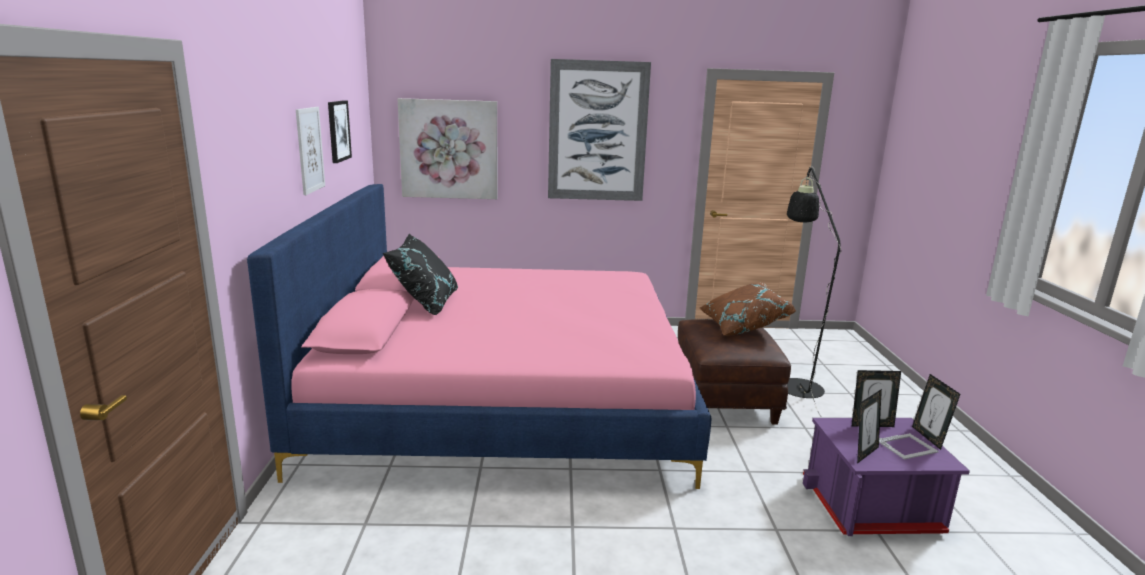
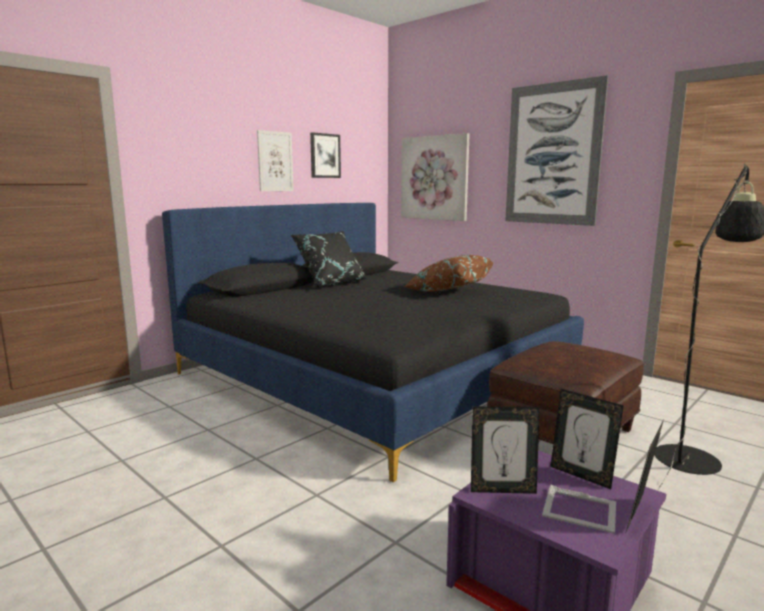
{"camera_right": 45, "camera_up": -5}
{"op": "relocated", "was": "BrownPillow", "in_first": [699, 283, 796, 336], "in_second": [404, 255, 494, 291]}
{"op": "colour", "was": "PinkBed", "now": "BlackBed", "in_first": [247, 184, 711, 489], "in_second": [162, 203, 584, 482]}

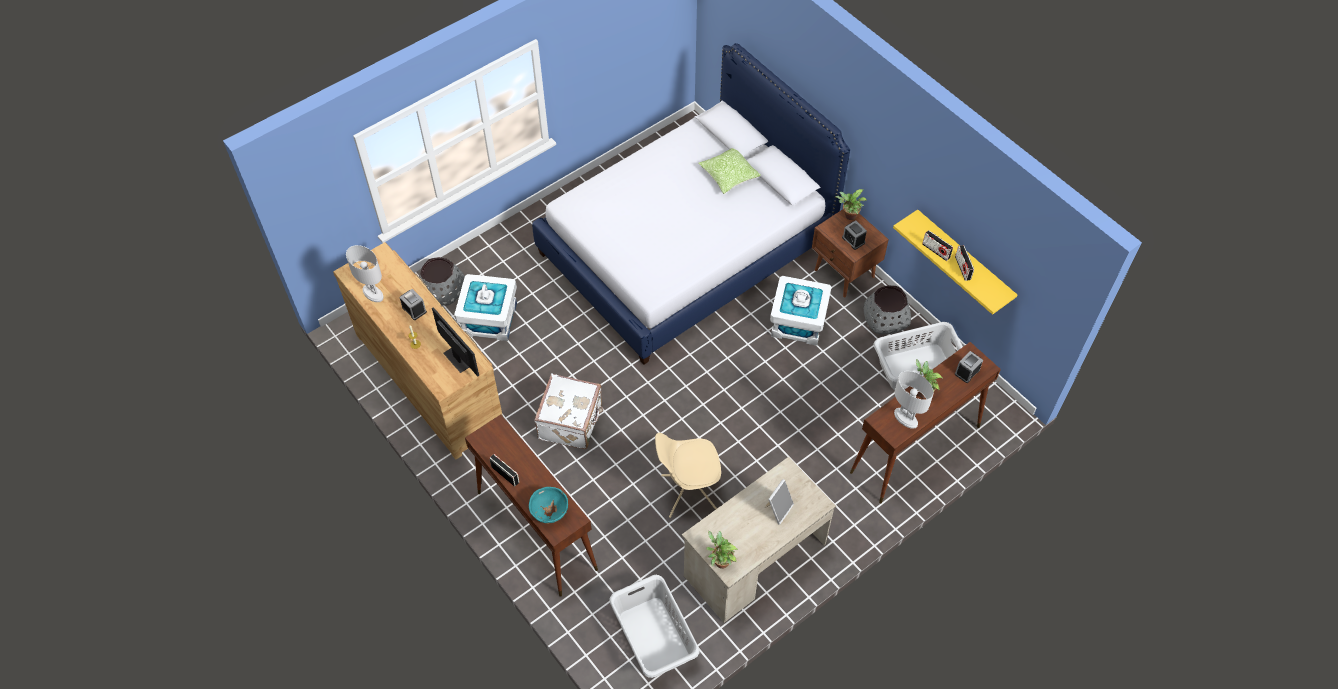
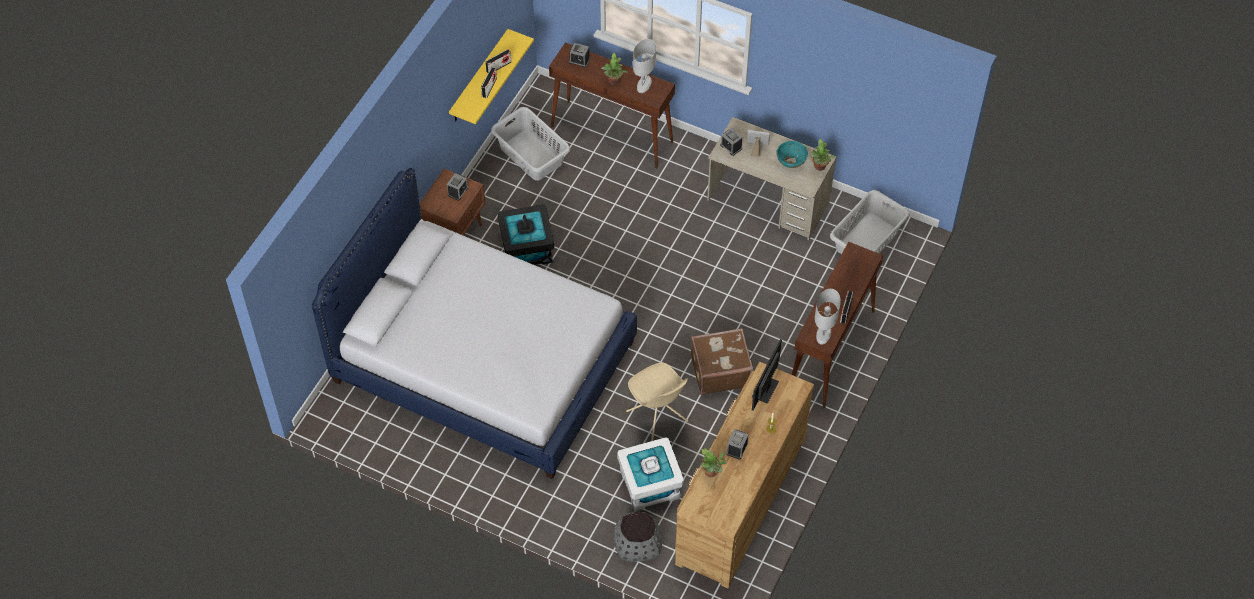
{"camera_right": -115, "camera_up": 0}
{"op": "missing", "was": "Pillow", "in_first": [698, 148, 761, 194]}
{"op": "missing", "was": "GreyPlanter", "in_first": [864, 285, 911, 334]}
{"op": "appeared", "now": "AlarmClock", "in_second": [720, 128, 742, 156]}
{"op": "relocated", "was": "WhiteTableLamp", "in_first": [346, 245, 384, 302], "in_second": [815, 289, 841, 345]}
{"op": "relocated", "was": "TurquoiseBowl", "in_first": [529, 487, 568, 524], "in_second": [777, 141, 808, 168]}
{"op": "relocated", "was": "BeigeChair", "in_first": [655, 433, 721, 518], "in_second": [626, 363, 688, 441]}
{"op": "relocated", "was": "PottedPlant", "in_first": [835, 189, 867, 220], "in_second": [700, 448, 726, 477]}
{"op": "colour", "was": "WhiteSuitcase", "now": "BrownSuitcase", "in_first": [534, 374, 603, 449], "in_second": [691, 328, 753, 395]}
{"op": "colour", "was": "WhiteStorageBox", "now": "BlackStorageBox", "in_first": [770, 276, 831, 346], "in_second": [498, 204, 554, 265]}

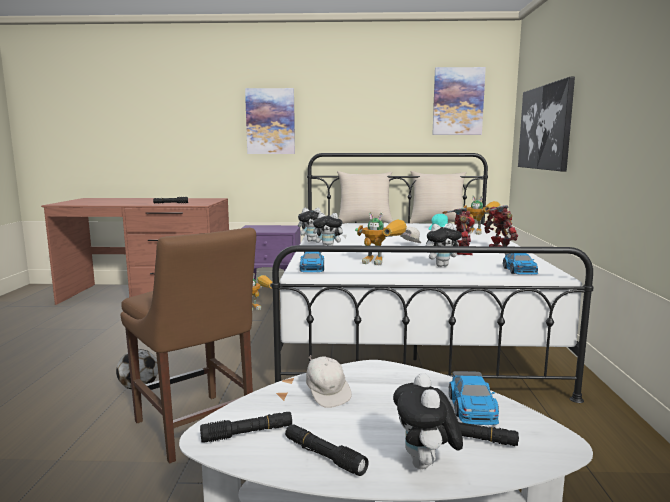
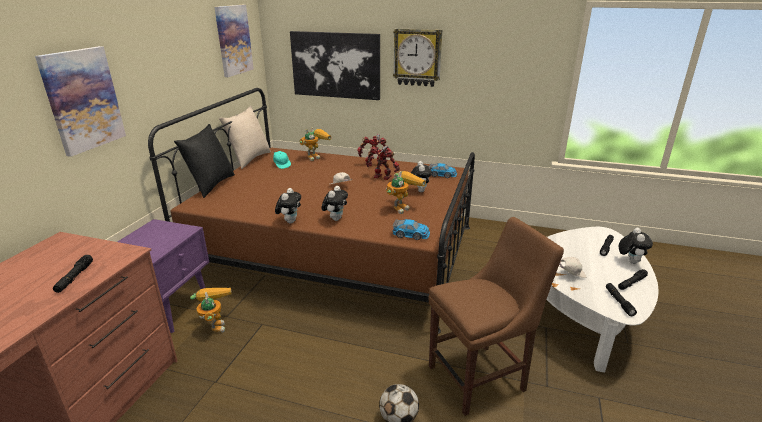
{"camera_right": -75, "camera_up": 15}
{"op": "missing", "was": "ToyCar", "in_first": [449, 371, 499, 425]}
{"op": "appeared", "now": "WallClock", "in_second": [393, 28, 442, 87]}
{"op": "colour", "was": "WhiteBed", "now": "BrownBed", "in_first": [271, 153, 593, 403], "in_second": [148, 88, 475, 334]}
{"op": "colour", "was": "BeigePillow", "now": "BlackPillow", "in_first": [337, 171, 393, 224], "in_second": [174, 124, 235, 198]}
{"op": "spun", "was": "PlushToy", "in_first": [393, 373, 463, 469], "in_second": [619, 228, 653, 264], "clockwise": -90}

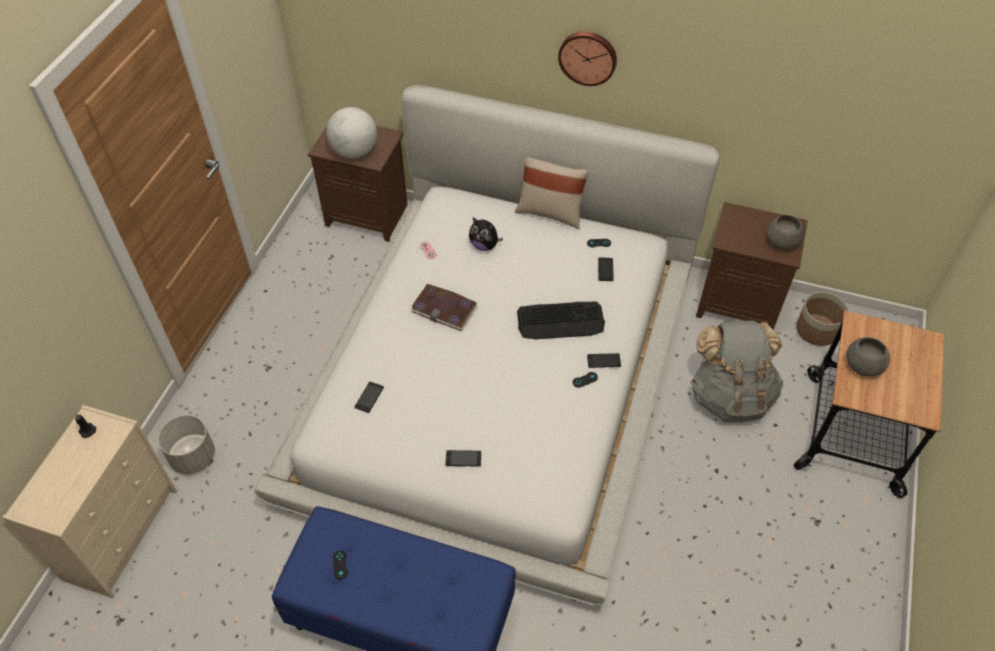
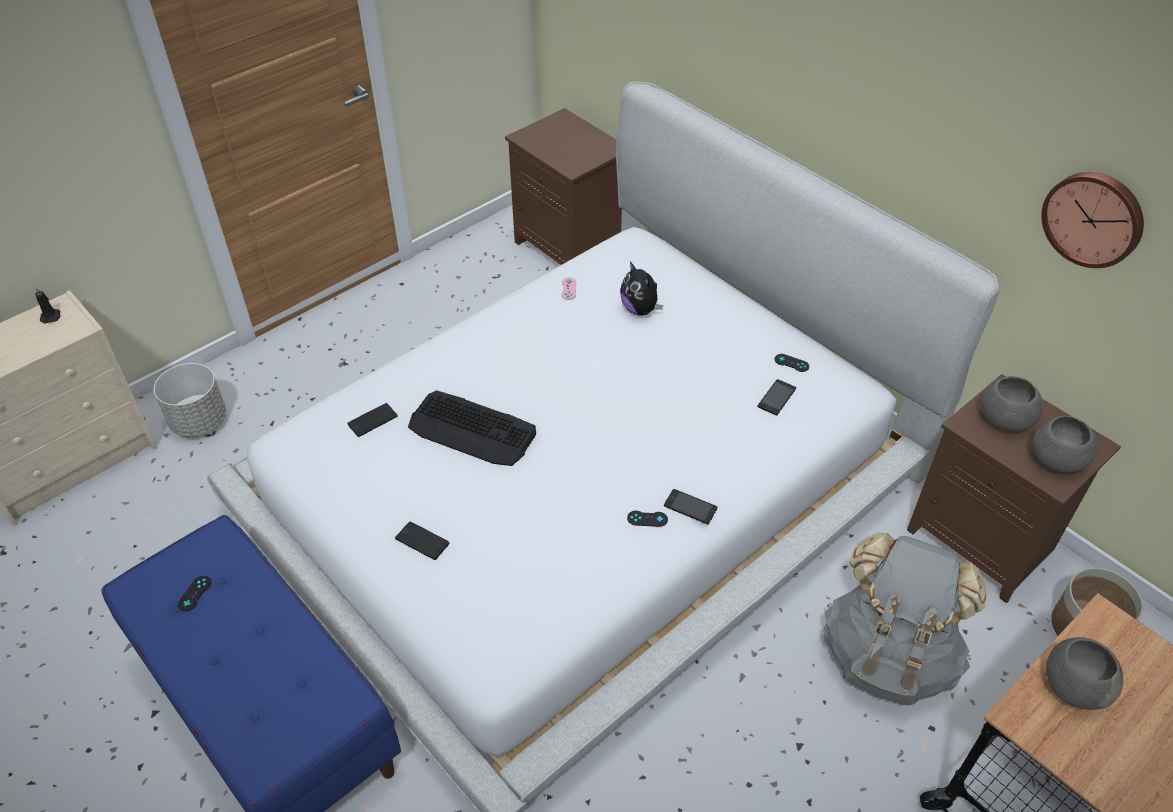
{"camera_right": 30, "camera_up": -5}
{"op": "missing", "was": "Globe", "in_first": [326, 107, 377, 158]}
{"op": "missing", "was": "Book", "in_first": [411, 284, 477, 331]}
{"op": "missing", "was": "BeigePillow", "in_first": [515, 158, 588, 229]}
{"op": "appeared", "now": "GreyBowl", "in_second": [981, 376, 1044, 431]}
{"op": "relocated", "was": "Keyboard", "in_first": [517, 302, 605, 340], "in_second": [408, 390, 536, 466]}
{"op": "relocated", "was": "WallClock", "in_first": [558, 31, 617, 86], "in_second": [1041, 172, 1144, 268]}

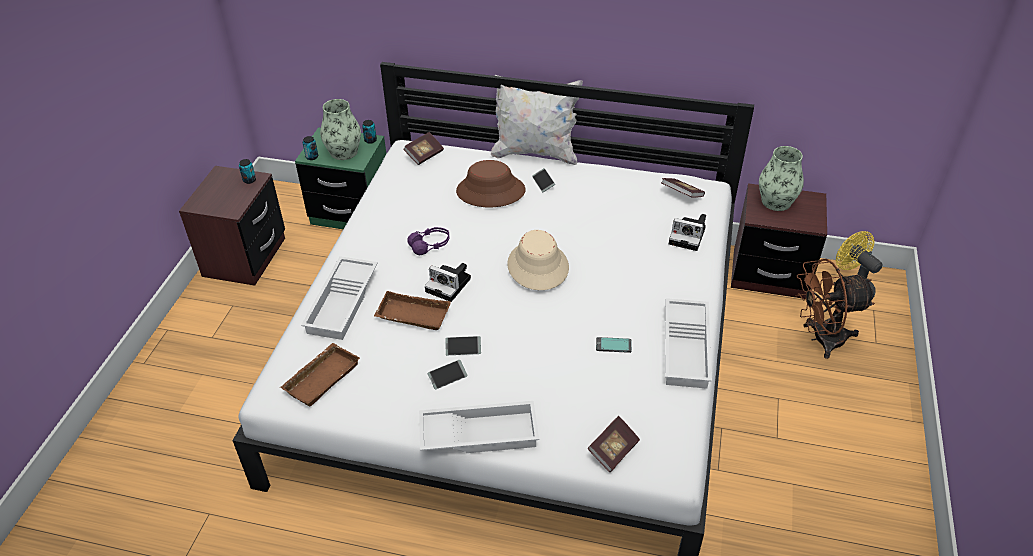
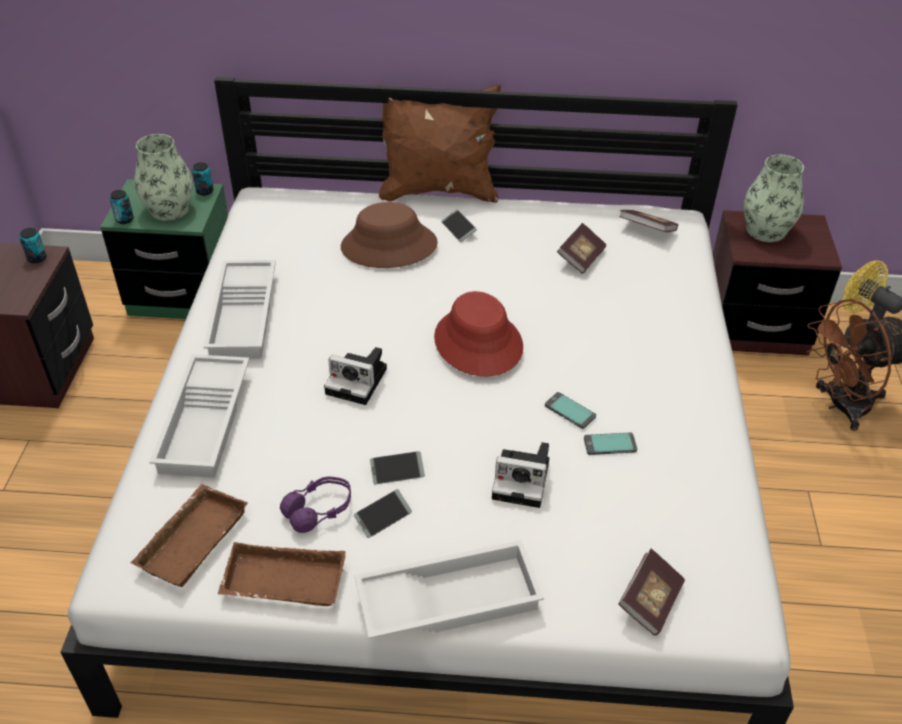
{"camera_right": -10, "camera_up": 0}
{"op": "appeared", "now": "Phone", "in_second": [545, 392, 596, 429]}
{"op": "relocated", "was": "BrownTray", "in_first": [374, 291, 451, 330], "in_second": [217, 542, 346, 606]}
{"op": "relocated", "was": "Book", "in_first": [403, 132, 444, 165], "in_second": [557, 223, 606, 274]}
{"op": "relocated", "was": "PurpleHeadphones", "in_first": [407, 227, 450, 255], "in_second": [280, 476, 351, 533]}
{"op": "relocated", "was": "WhiteTray", "in_first": [665, 298, 712, 389], "in_second": [203, 260, 276, 359]}
{"op": "relocated", "was": "PhotoCamera", "in_first": [669, 214, 706, 251], "in_second": [492, 442, 549, 508]}
{"op": "colour", "was": "WhitePillow", "now": "BrownPillow", "in_first": [491, 75, 583, 165], "in_second": [378, 85, 501, 203]}
{"op": "colour", "was": "BeigeHat", "now": "RedHat", "in_first": [507, 230, 569, 290], "in_second": [434, 291, 523, 376]}

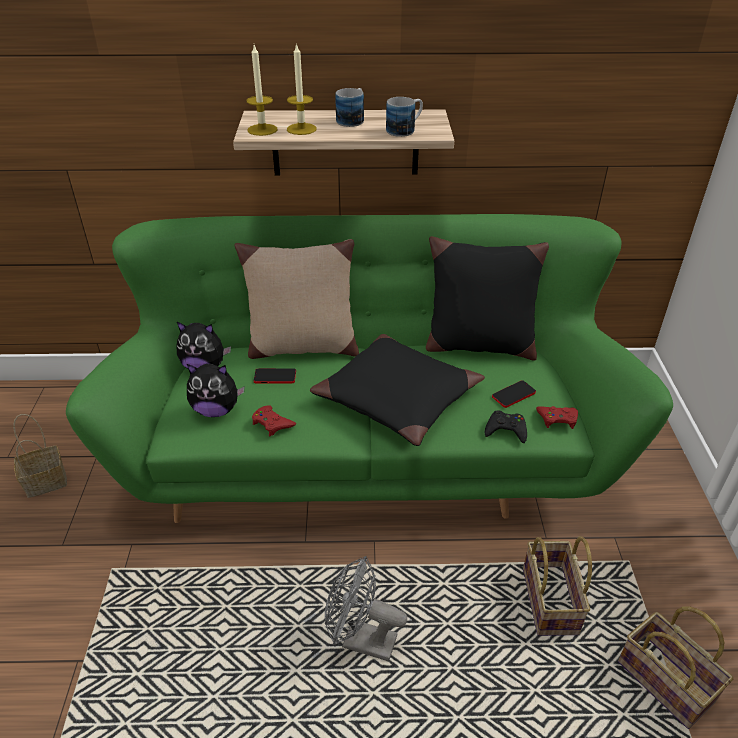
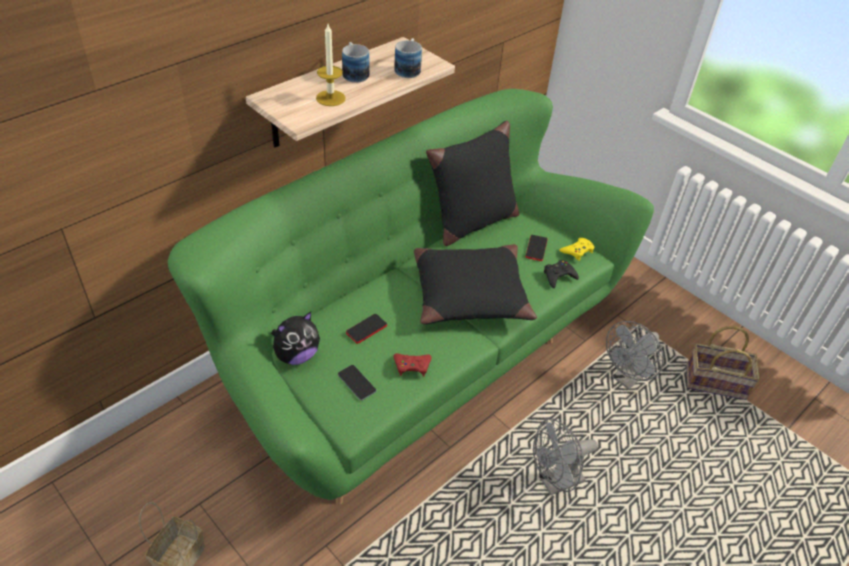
{"camera_right": -45, "camera_up": 5}
{"op": "missing", "was": "BeigePillow", "in_first": [234, 239, 359, 359]}
{"op": "missing", "was": "Candle", "in_first": [247, 45, 277, 136]}
{"op": "exchanged", "was": "PlushToy", "now": "Phone", "in_first": [187, 364, 245, 417], "in_second": [338, 365, 376, 400]}
{"op": "exchanged", "was": "Basket", "now": "GreyFan", "in_first": [523, 536, 592, 636], "in_second": [606, 321, 664, 390]}
{"op": "colour", "was": "RedGameController", "now": "YellowGameController", "in_first": [536, 406, 578, 429], "in_second": [559, 238, 595, 261]}

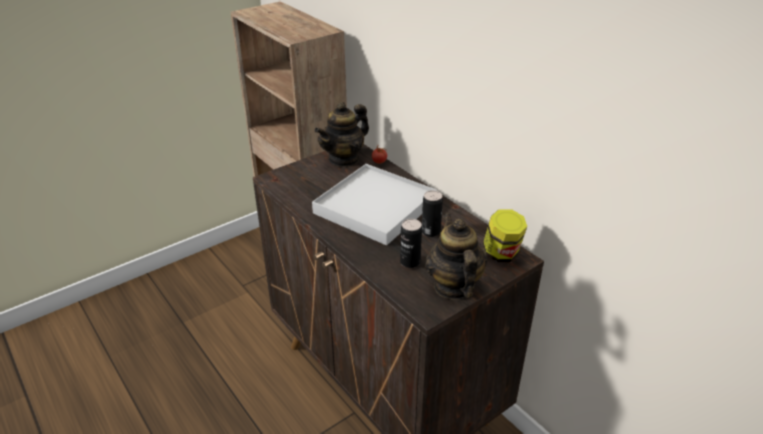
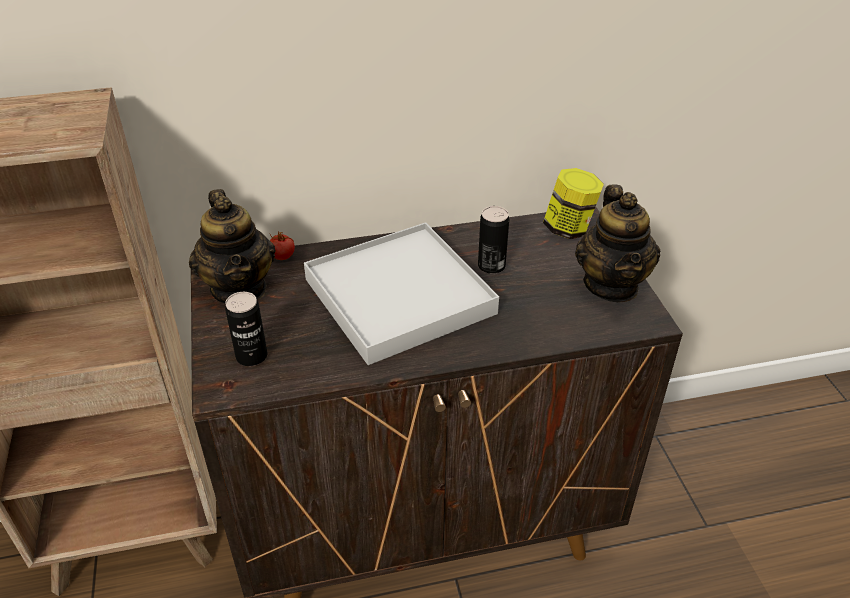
{"camera_right": -65, "camera_up": 5}
{"op": "relocated", "was": "Can", "in_first": [400, 219, 422, 268], "in_second": [225, 292, 267, 366]}
{"op": "spun", "was": "Teapot", "in_first": [425, 213, 487, 300], "in_second": [575, 185, 660, 302], "clockwise": -105}

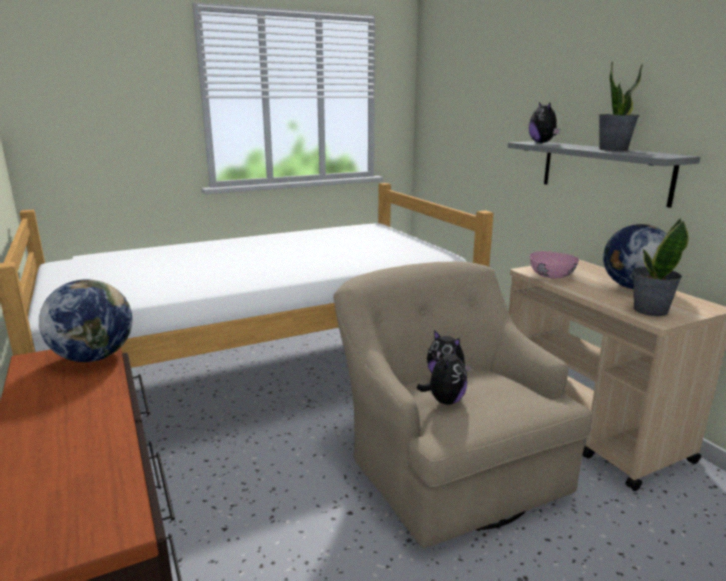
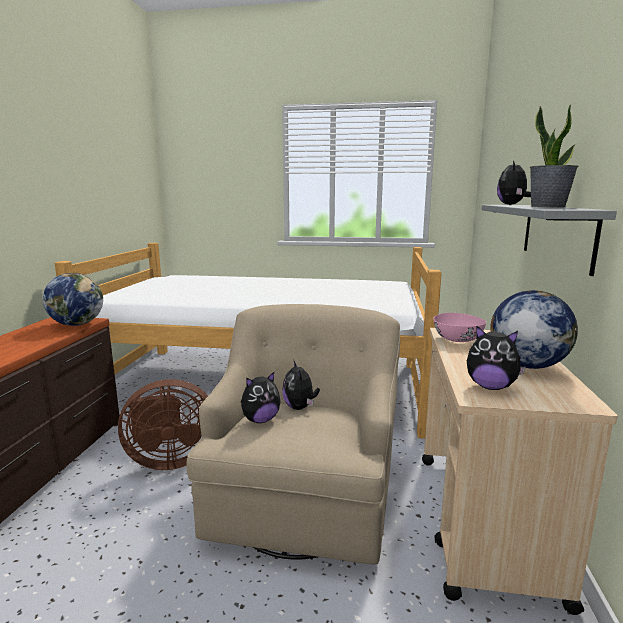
{"camera_right": 35, "camera_up": -5}
{"op": "appeared", "now": "BrownFan", "in_second": [118, 379, 208, 470]}
{"op": "exchanged", "was": "PottedPlant", "now": "PlushToy", "in_first": [632, 218, 689, 316], "in_second": [467, 326, 526, 390]}

